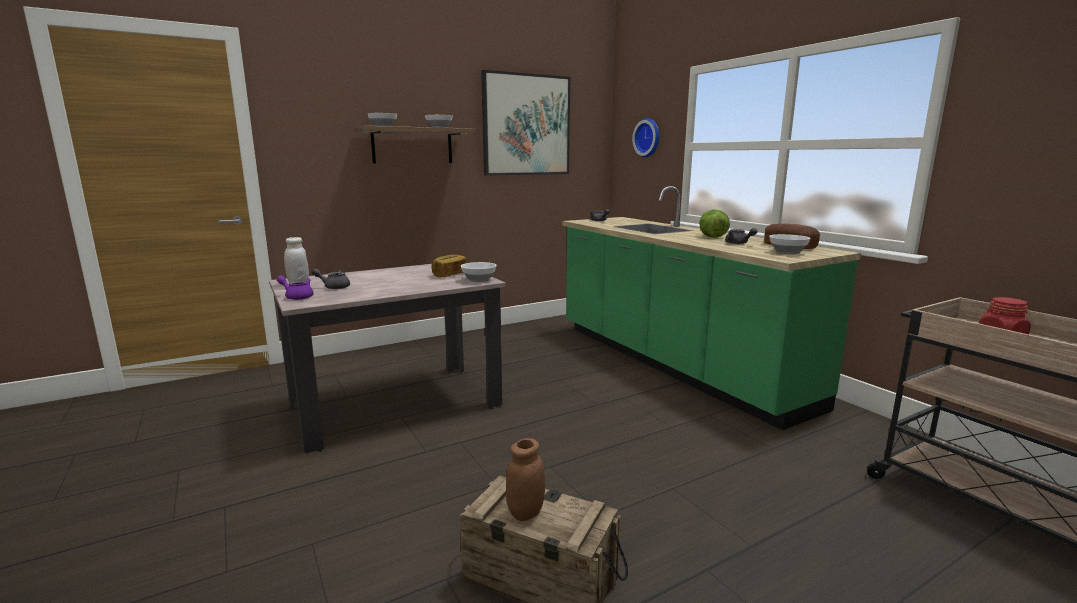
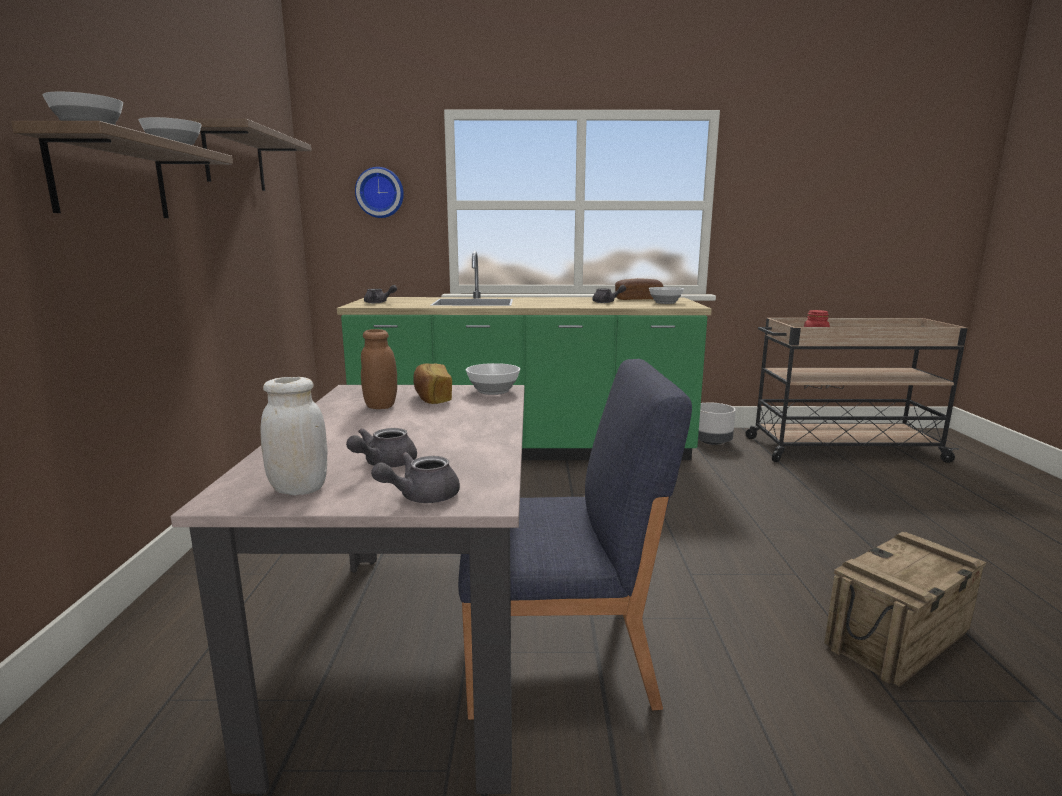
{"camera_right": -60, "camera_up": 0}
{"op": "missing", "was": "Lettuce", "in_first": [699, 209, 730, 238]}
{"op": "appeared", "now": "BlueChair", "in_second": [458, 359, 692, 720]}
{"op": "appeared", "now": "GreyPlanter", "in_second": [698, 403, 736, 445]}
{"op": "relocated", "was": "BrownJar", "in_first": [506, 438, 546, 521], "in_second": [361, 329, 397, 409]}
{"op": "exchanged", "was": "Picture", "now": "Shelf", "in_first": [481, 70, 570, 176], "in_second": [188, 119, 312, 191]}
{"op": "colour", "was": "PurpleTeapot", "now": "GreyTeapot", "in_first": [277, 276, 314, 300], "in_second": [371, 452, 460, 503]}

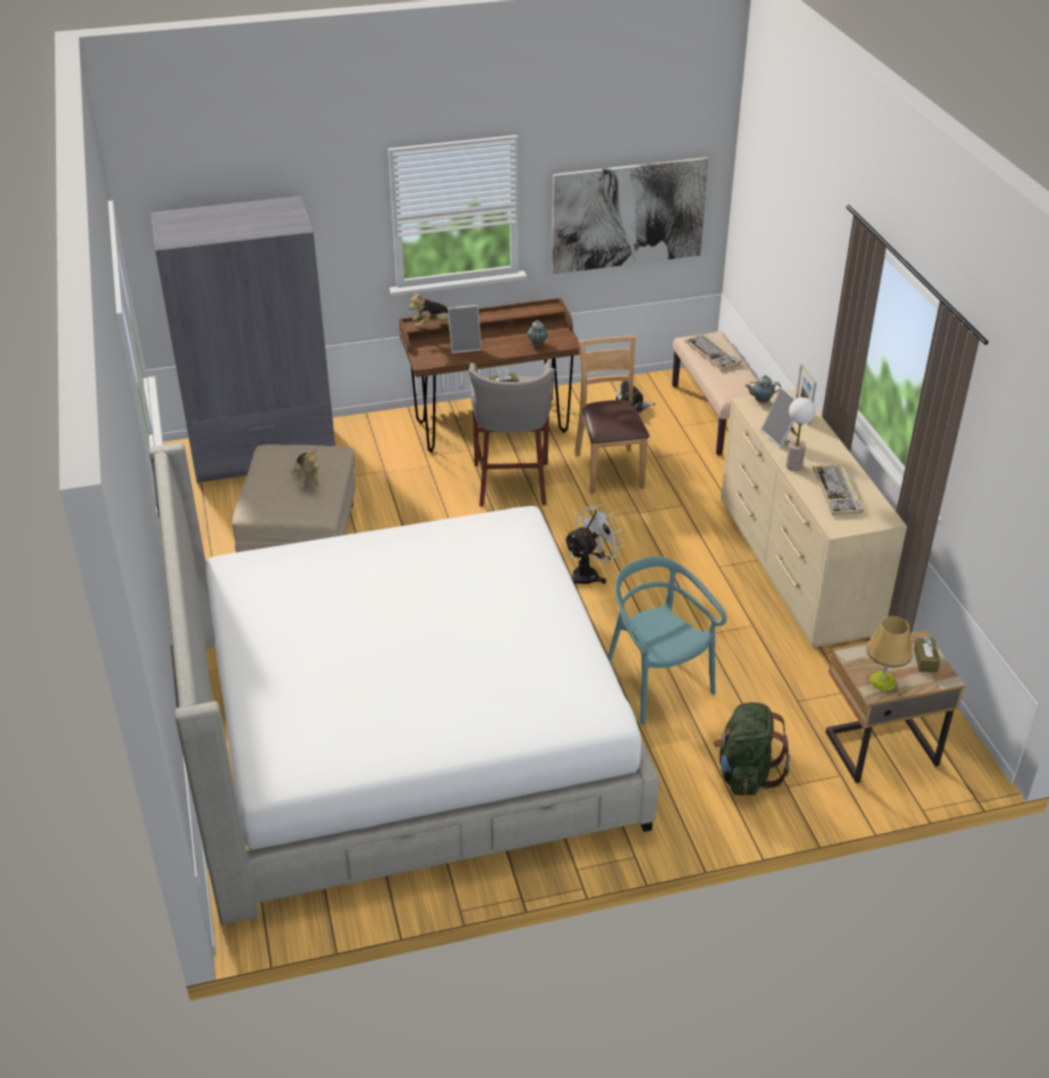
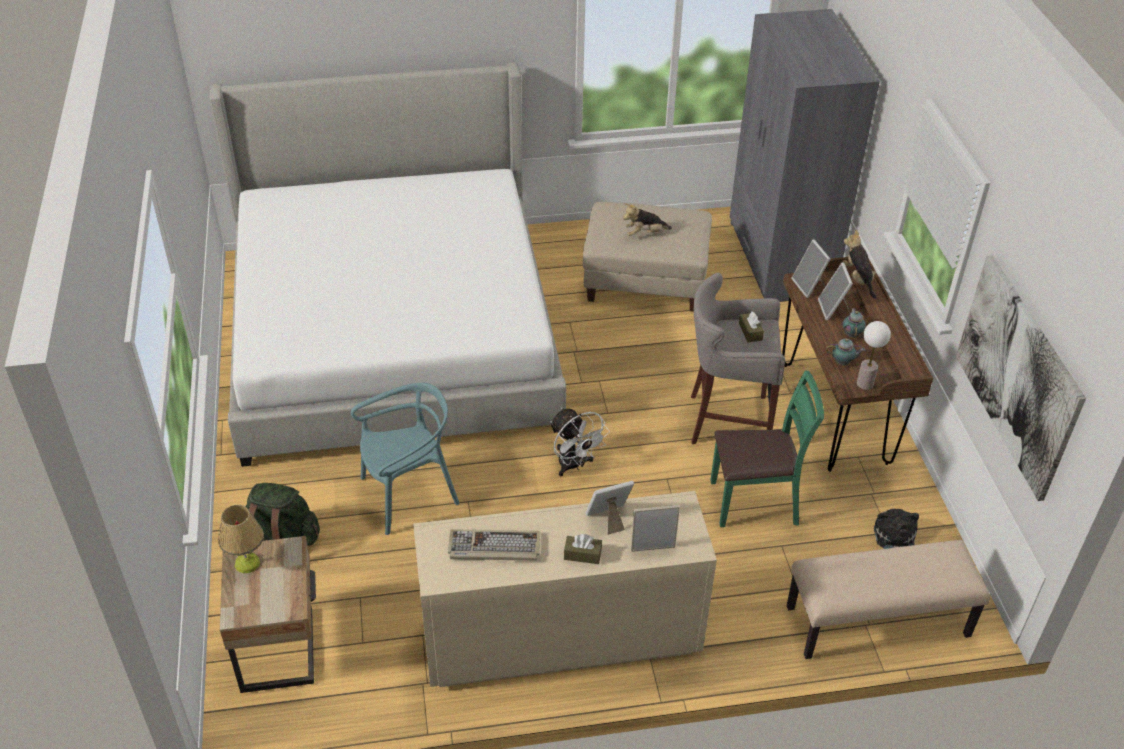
{"camera_right": 95, "camera_up": 5}
{"op": "missing", "was": "Keyboard", "in_first": [685, 333, 742, 371]}
{"op": "appeared", "now": "PictureFrame", "in_second": [791, 240, 830, 298]}
{"op": "relocated", "was": "Teapot", "in_first": [745, 375, 781, 403], "in_second": [842, 308, 866, 338]}
{"op": "relocated", "was": "TableLamp", "in_first": [786, 397, 816, 471], "in_second": [857, 321, 891, 390]}
{"op": "relocated", "was": "BrownTissueBox", "in_first": [914, 637, 940, 672], "in_second": [564, 534, 602, 564]}
{"op": "colour", "was": "BrownChair", "now": "GreenChair", "in_first": [574, 336, 650, 494], "in_second": [710, 371, 824, 527]}

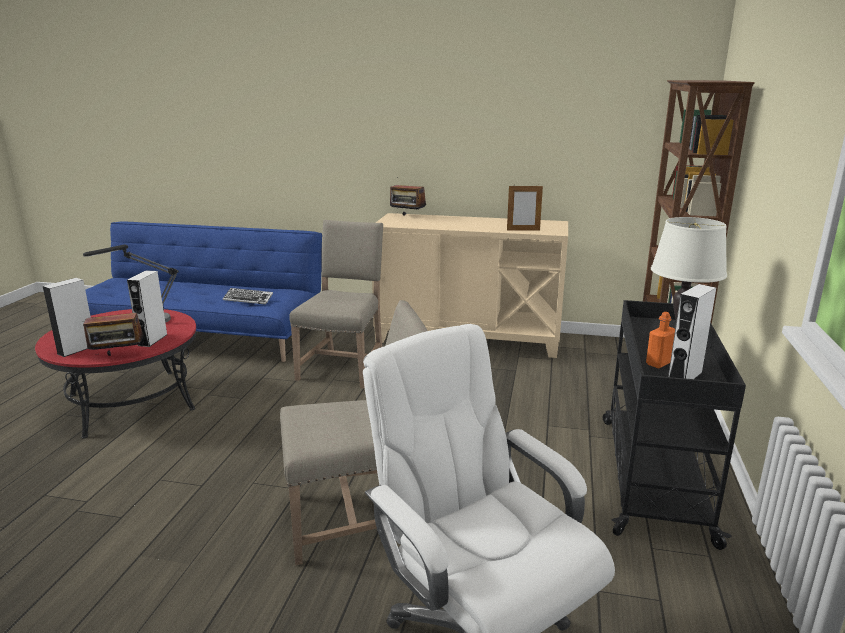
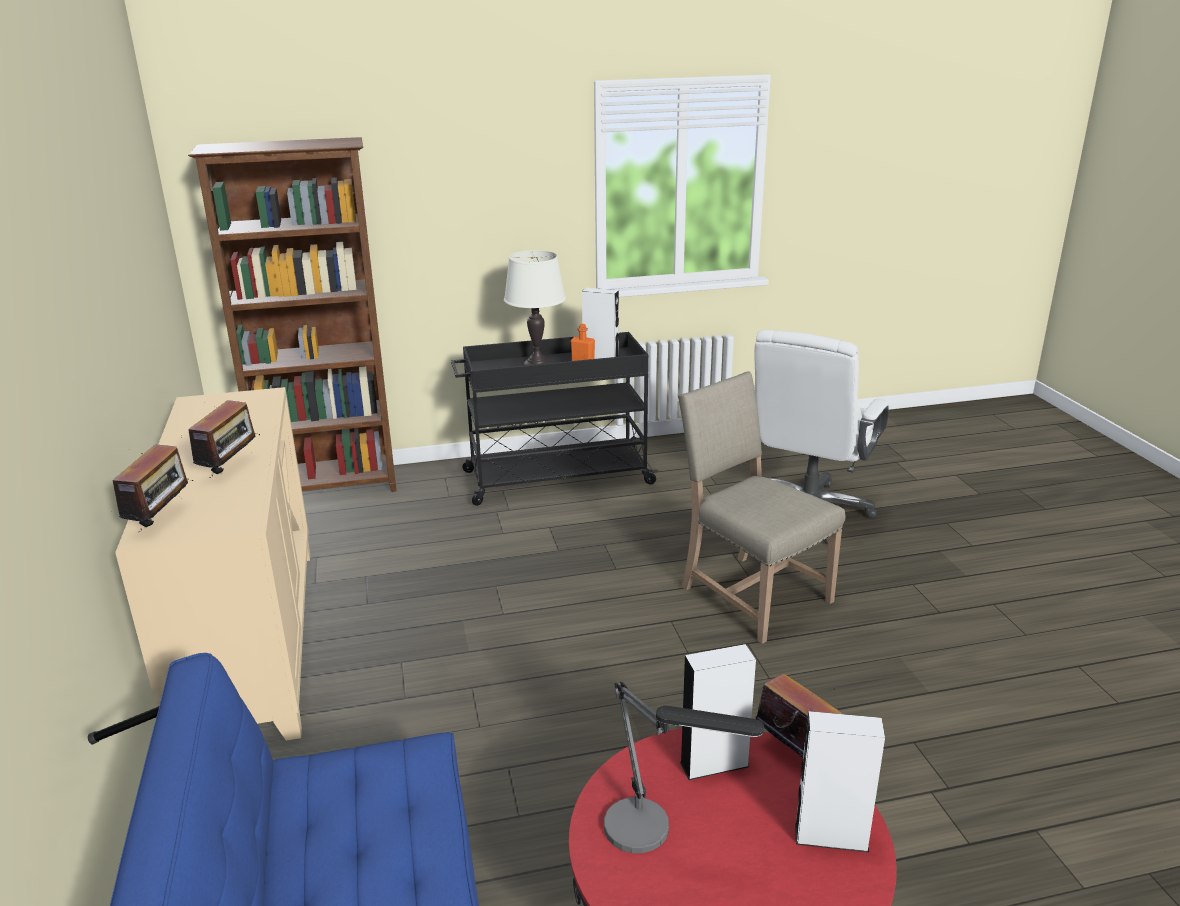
{"camera_right": -115, "camera_up": 5}
{"op": "missing", "was": "Keyboard", "in_first": [223, 288, 273, 305]}
{"op": "missing", "was": "BeigeChair", "in_first": [289, 220, 383, 389]}
{"op": "missing", "was": "PictureFrame", "in_first": [507, 184, 543, 230]}
{"op": "appeared", "now": "Radio", "in_second": [181, 400, 260, 478]}

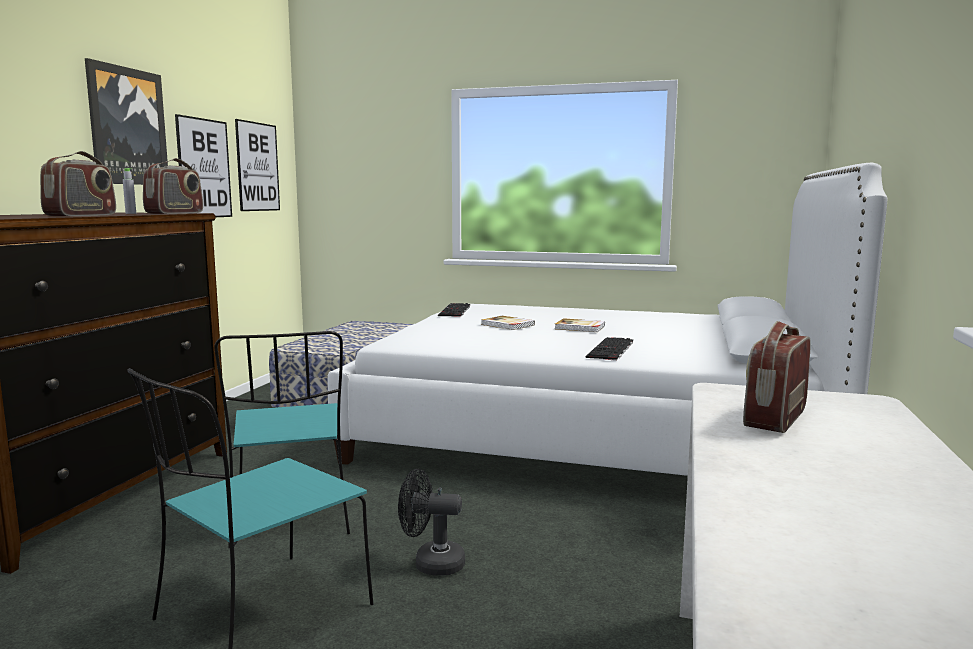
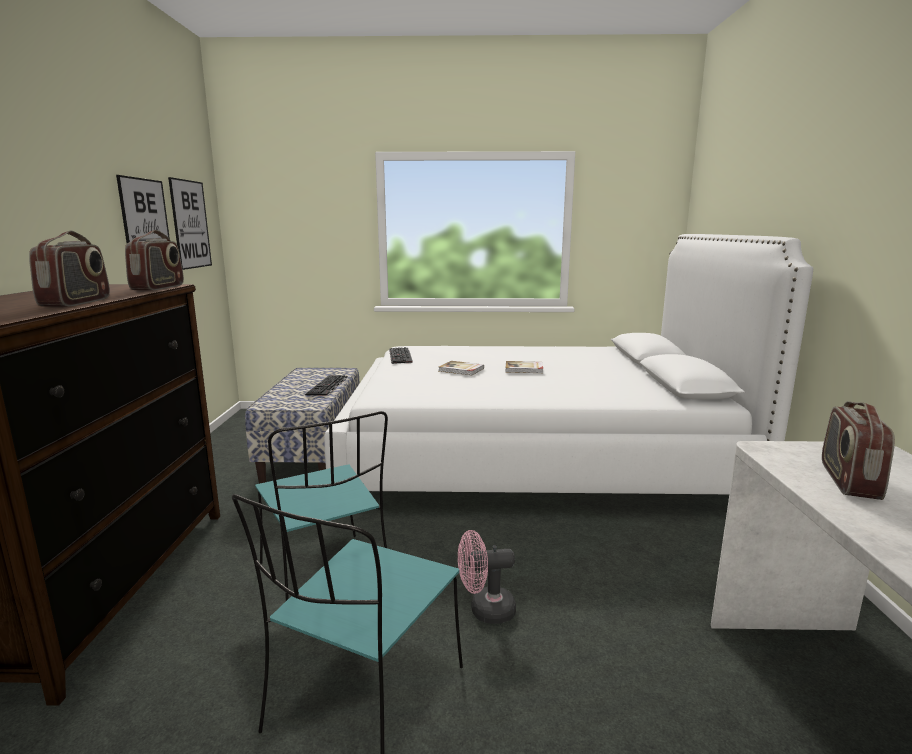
{"camera_right": -15, "camera_up": 5}
{"op": "missing", "was": "Picture", "in_first": [85, 58, 168, 185]}
{"op": "missing", "was": "GreyBottle", "in_first": [123, 168, 136, 214]}
{"op": "relocated", "was": "Keyboard", "in_first": [586, 337, 633, 361], "in_second": [305, 375, 348, 396]}
{"op": "colour", "was": "BlackFan", "now": "PinkFan", "in_first": [398, 469, 465, 576], "in_second": [458, 530, 516, 624]}

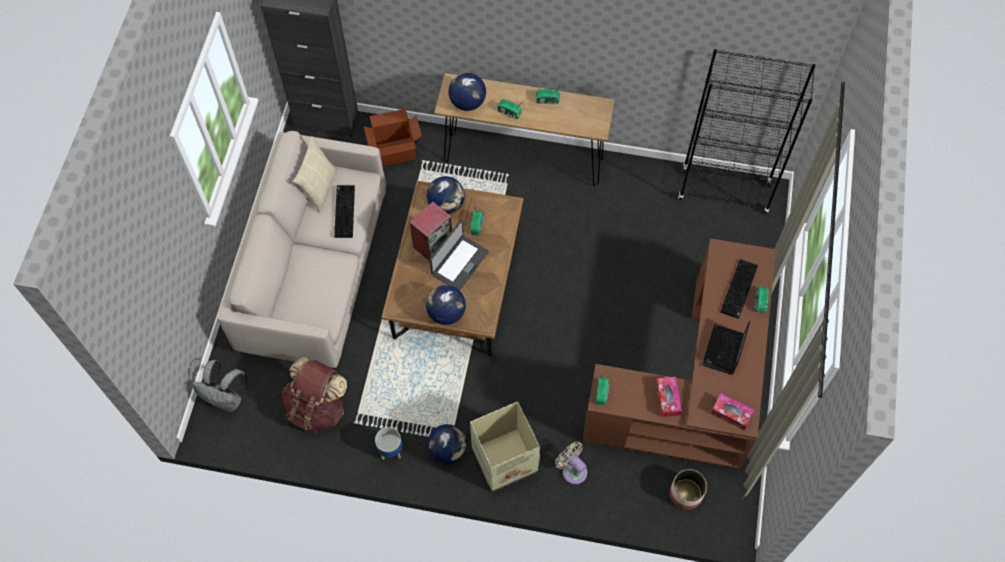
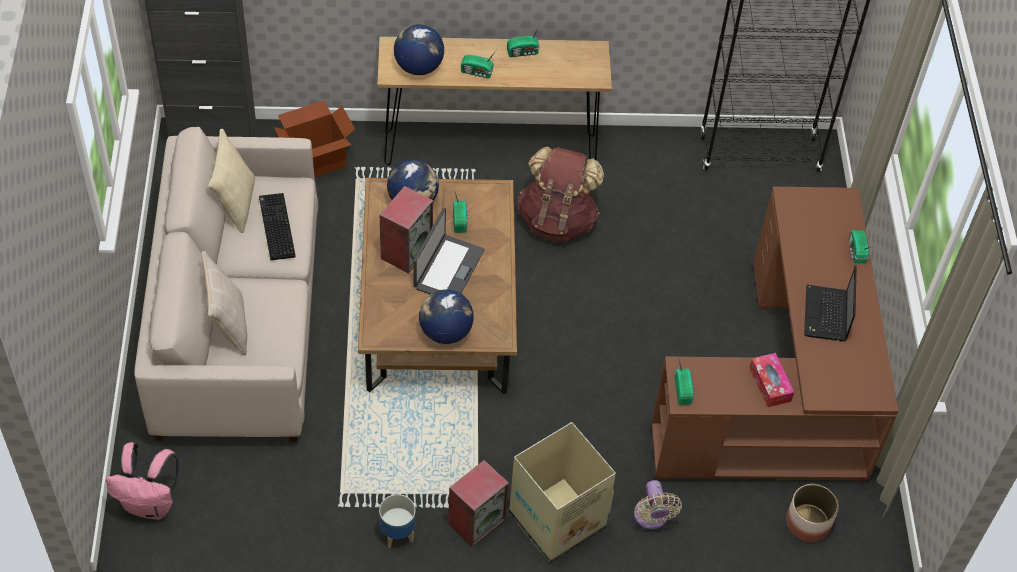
{"camera_right": -15, "camera_up": -10}
{"op": "missing", "was": "TissueBox", "in_first": [711, 393, 755, 430]}
{"op": "missing", "was": "Keyboard", "in_first": [720, 259, 758, 319]}
{"op": "appeared", "now": "BeigePillow", "in_second": [202, 251, 247, 355]}
{"op": "relocated", "was": "BrownBackpack", "in_first": [282, 357, 347, 433], "in_second": [518, 147, 604, 243]}
{"op": "exchanged", "was": "Globe", "now": "Speaker", "in_first": [427, 424, 467, 464], "in_second": [448, 460, 509, 547]}
{"op": "colour", "was": "GreyBackpack", "now": "PinkBackpack", "in_first": [192, 360, 247, 412], "in_second": [106, 442, 178, 520]}
{"op": "spun", "was": "BeigeFan", "in_first": [555, 442, 587, 485], "in_second": [634, 480, 682, 530], "clockwise": -135}

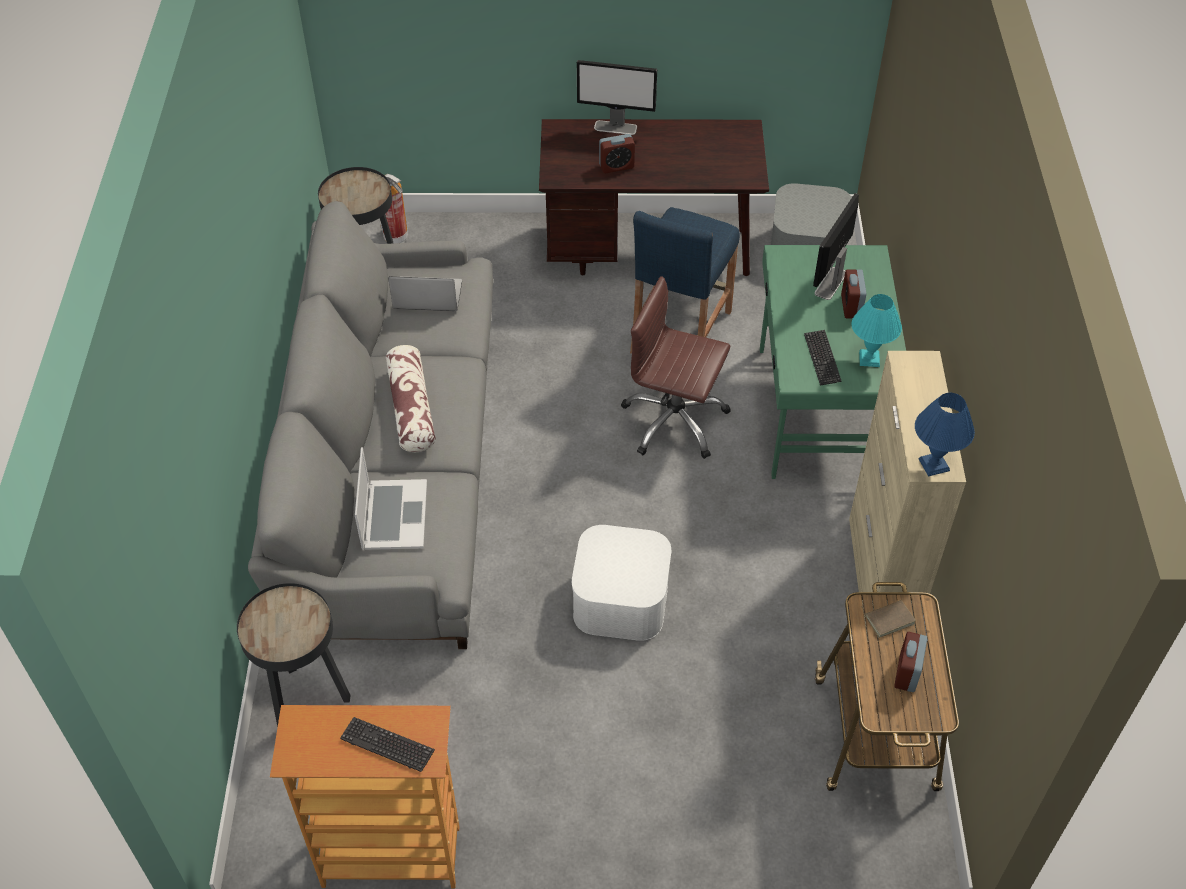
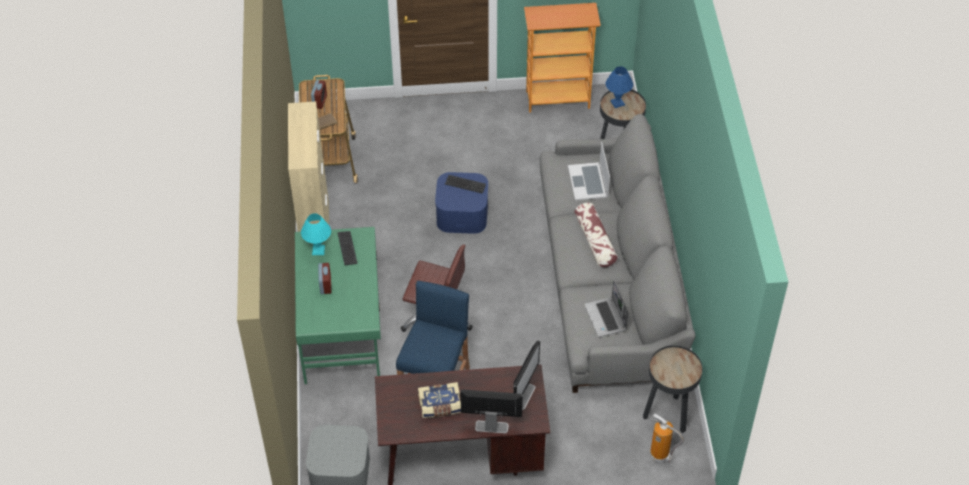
{"camera_right": 175, "camera_up": 0}
{"op": "missing", "was": "AlarmClock", "in_first": [599, 134, 635, 173]}
{"op": "appeared", "now": "Book", "in_second": [418, 382, 461, 418]}
{"op": "relocated", "was": "Keyboard", "in_first": [340, 717, 435, 772], "in_second": [445, 175, 486, 194]}
{"op": "relocated", "was": "Monitor", "in_first": [813, 193, 859, 300], "in_second": [513, 340, 540, 410]}
{"op": "relocated", "was": "BlueTableLamp", "in_first": [915, 393, 975, 476], "in_second": [606, 66, 633, 108]}
{"op": "colour", "was": "WhiteStorageBox", "now": "BlueStorageBox", "in_first": [572, 525, 671, 641], "in_second": [435, 172, 488, 234]}
{"op": "spun", "was": "Laptop", "in_first": [388, 276, 462, 311], "in_second": [584, 280, 629, 337], "clockwise": 75}

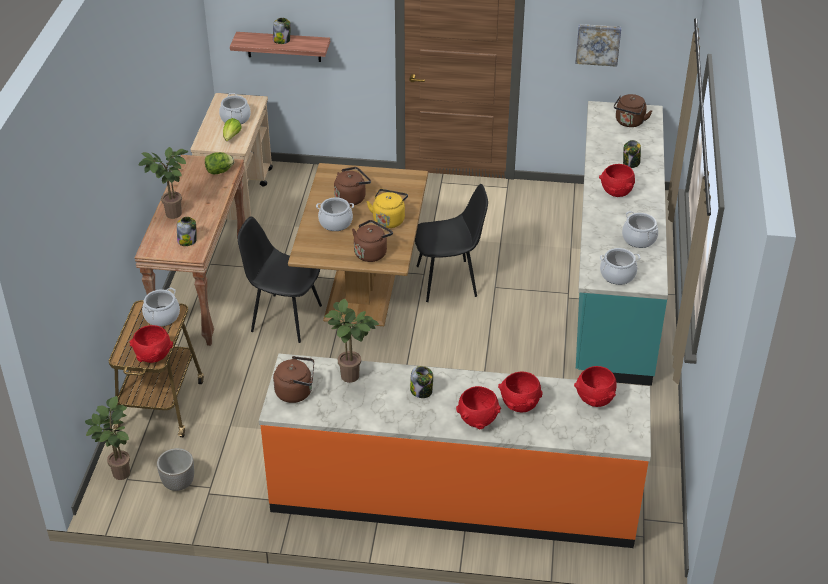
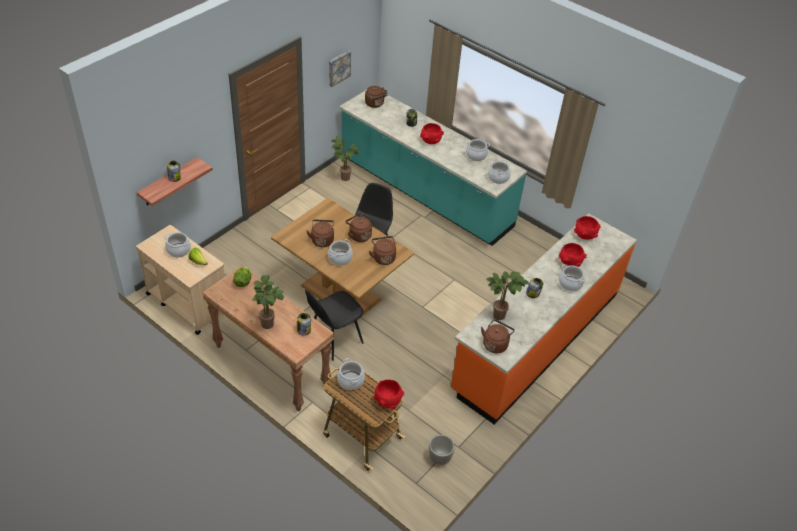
{"camera_right": -60, "camera_up": 5}
{"op": "relocated", "was": "PottedPlant", "in_first": [85, 396, 130, 480], "in_second": [331, 136, 360, 181]}
{"op": "exchanged", "was": "RedBowl", "now": "CookingPot", "in_first": [456, 386, 501, 429], "in_second": [559, 264, 586, 291]}
{"op": "colour", "was": "YellowKettle", "now": "BrownKettle", "in_first": [367, 189, 408, 228], "in_second": [345, 213, 372, 242]}

